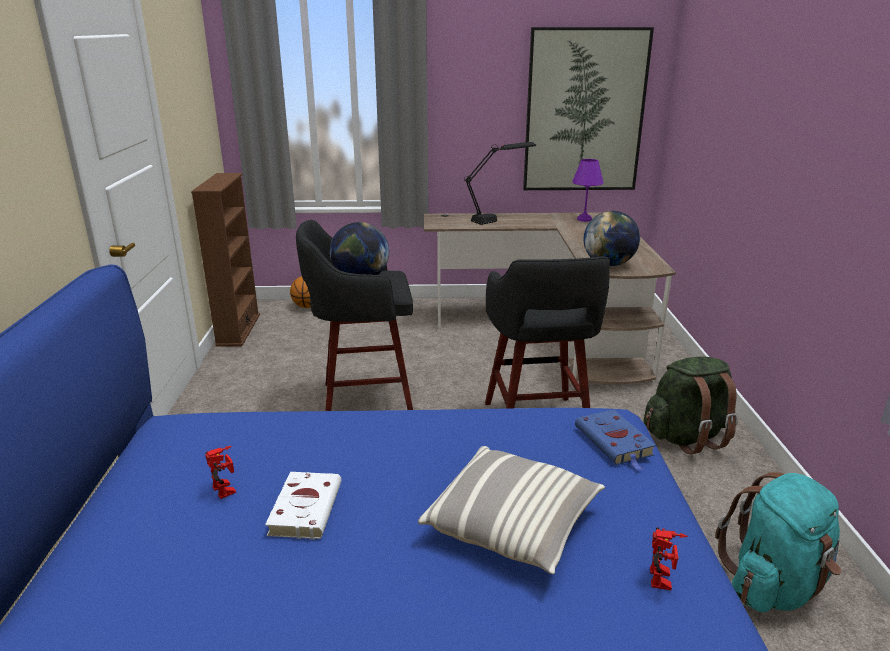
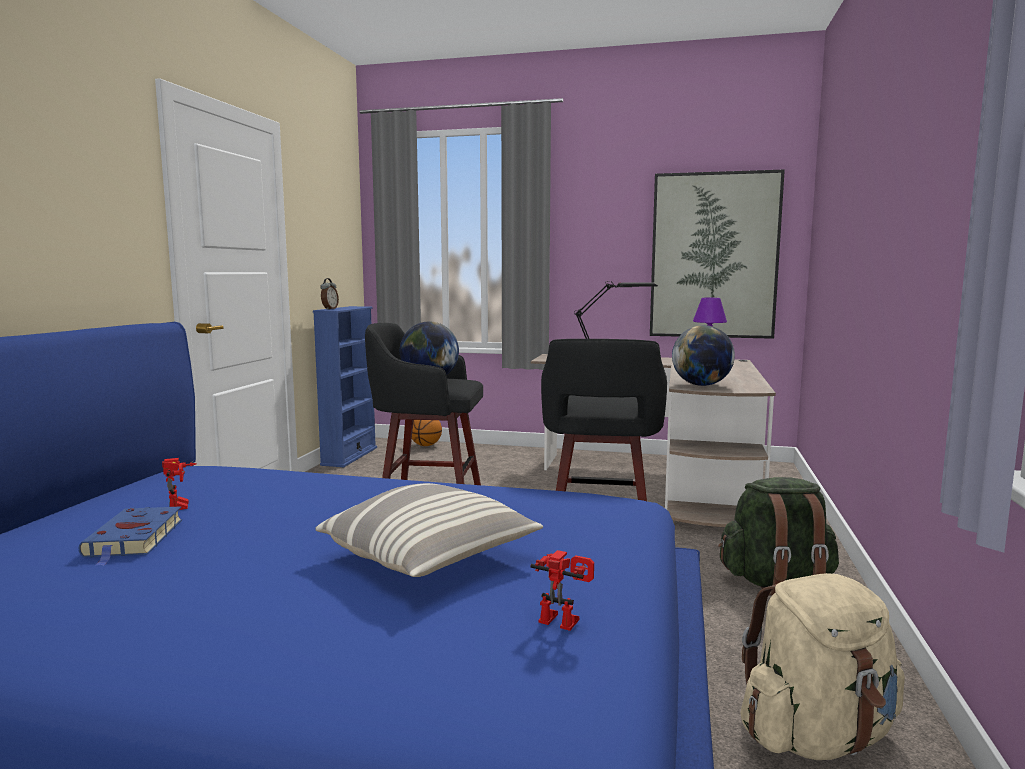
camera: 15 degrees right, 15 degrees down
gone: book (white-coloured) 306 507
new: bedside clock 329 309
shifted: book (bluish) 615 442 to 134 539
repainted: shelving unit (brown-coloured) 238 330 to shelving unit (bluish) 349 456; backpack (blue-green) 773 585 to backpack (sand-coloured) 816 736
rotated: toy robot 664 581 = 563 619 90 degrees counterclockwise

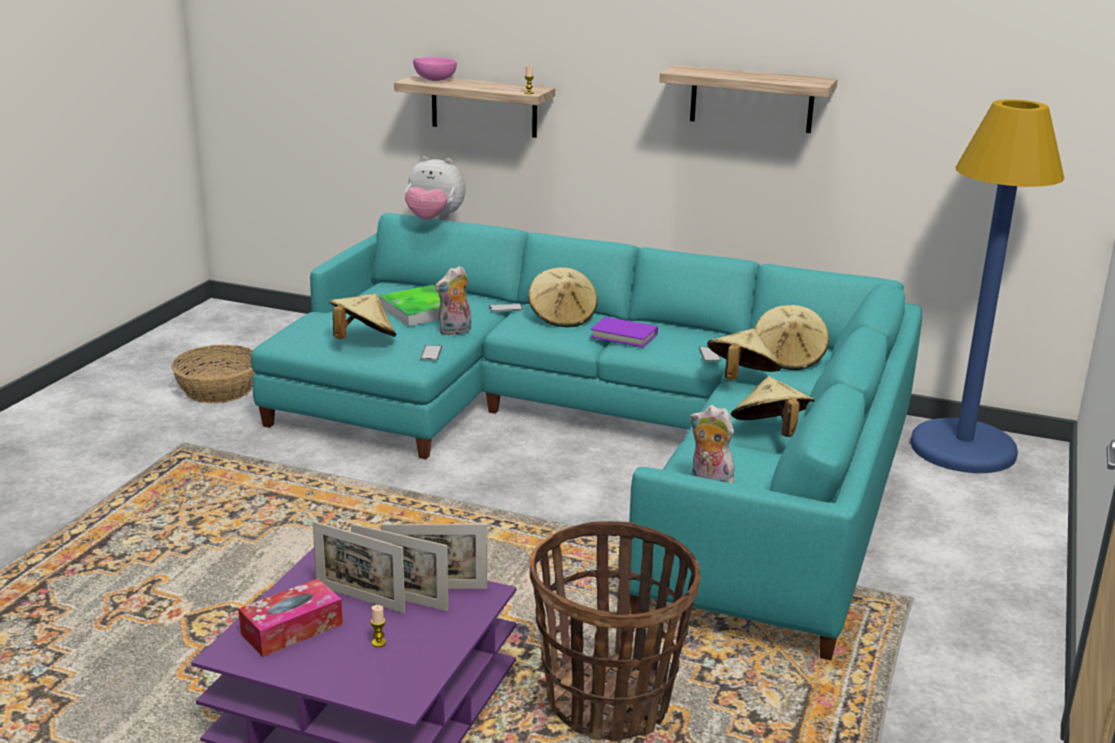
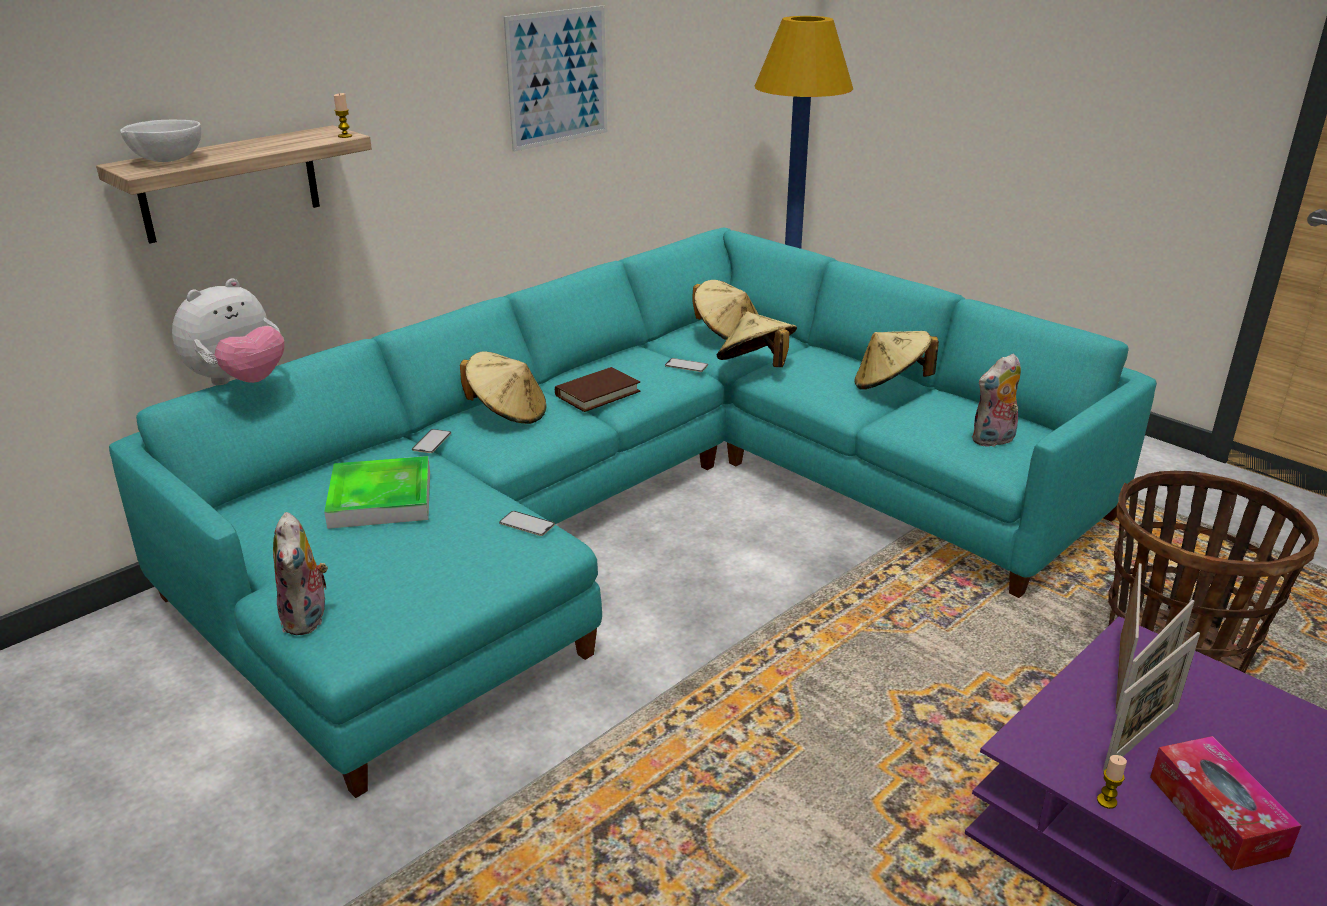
camera: 65 degrees left, 5 degrees up
gone: storage basket 219 389; clothing hat (sand-coloured) 363 340
shifted: cuddly toy 455 331 to 308 619; wax candle 378 643 to 1106 801
swapped: shelf 751 99 to wall art 558 77
repainted: serving bowl (pink-coloured) 434 80 to serving bowl (white-coloured) 165 161; book (purplish) 624 335 to book (brown-coloured) 597 393

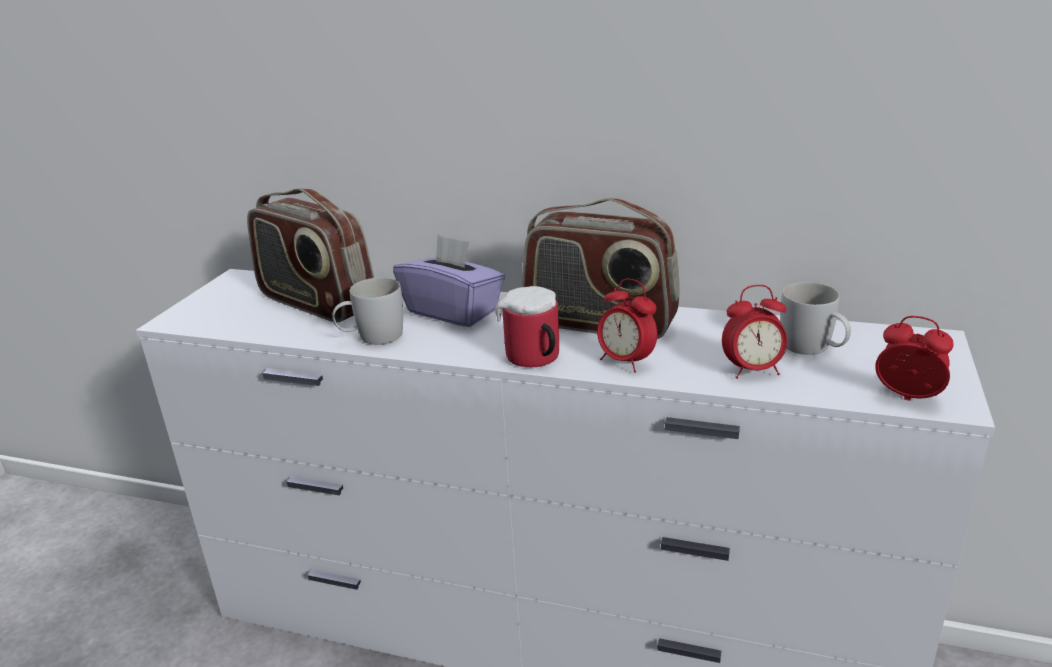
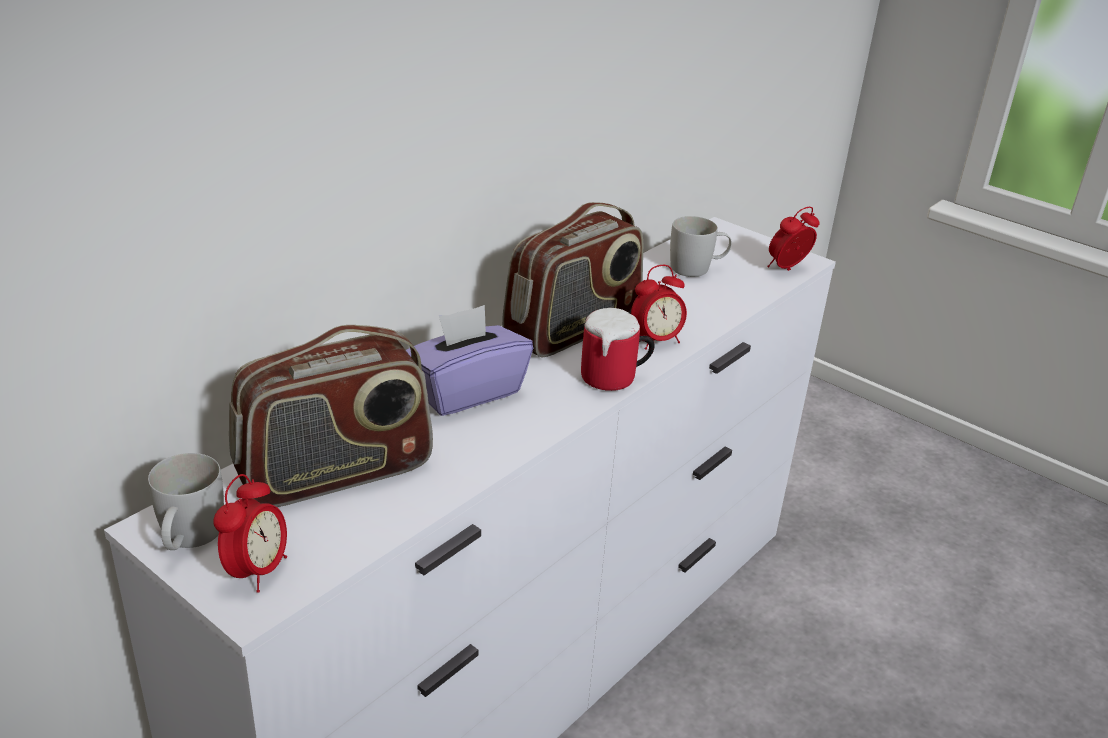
camera: 70 degrees left, 5 degrees up
shifted: tea mug (white-coloured) 372 337 to 188 539; bedside clock 753 371 to 257 571

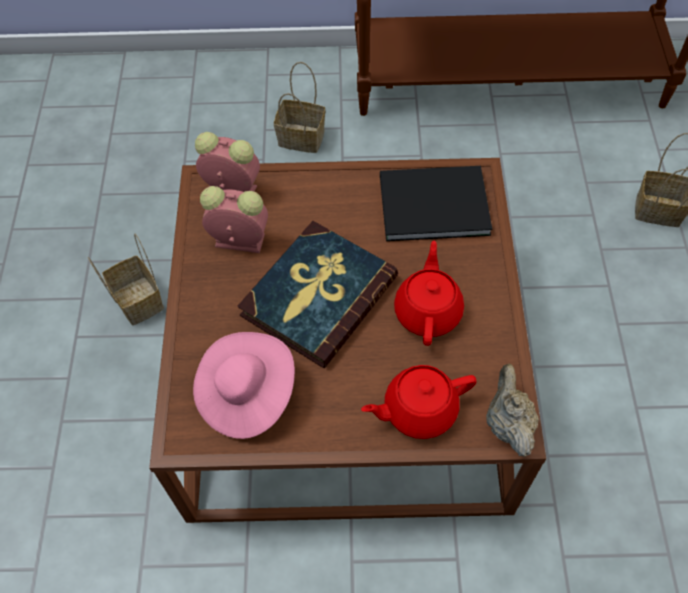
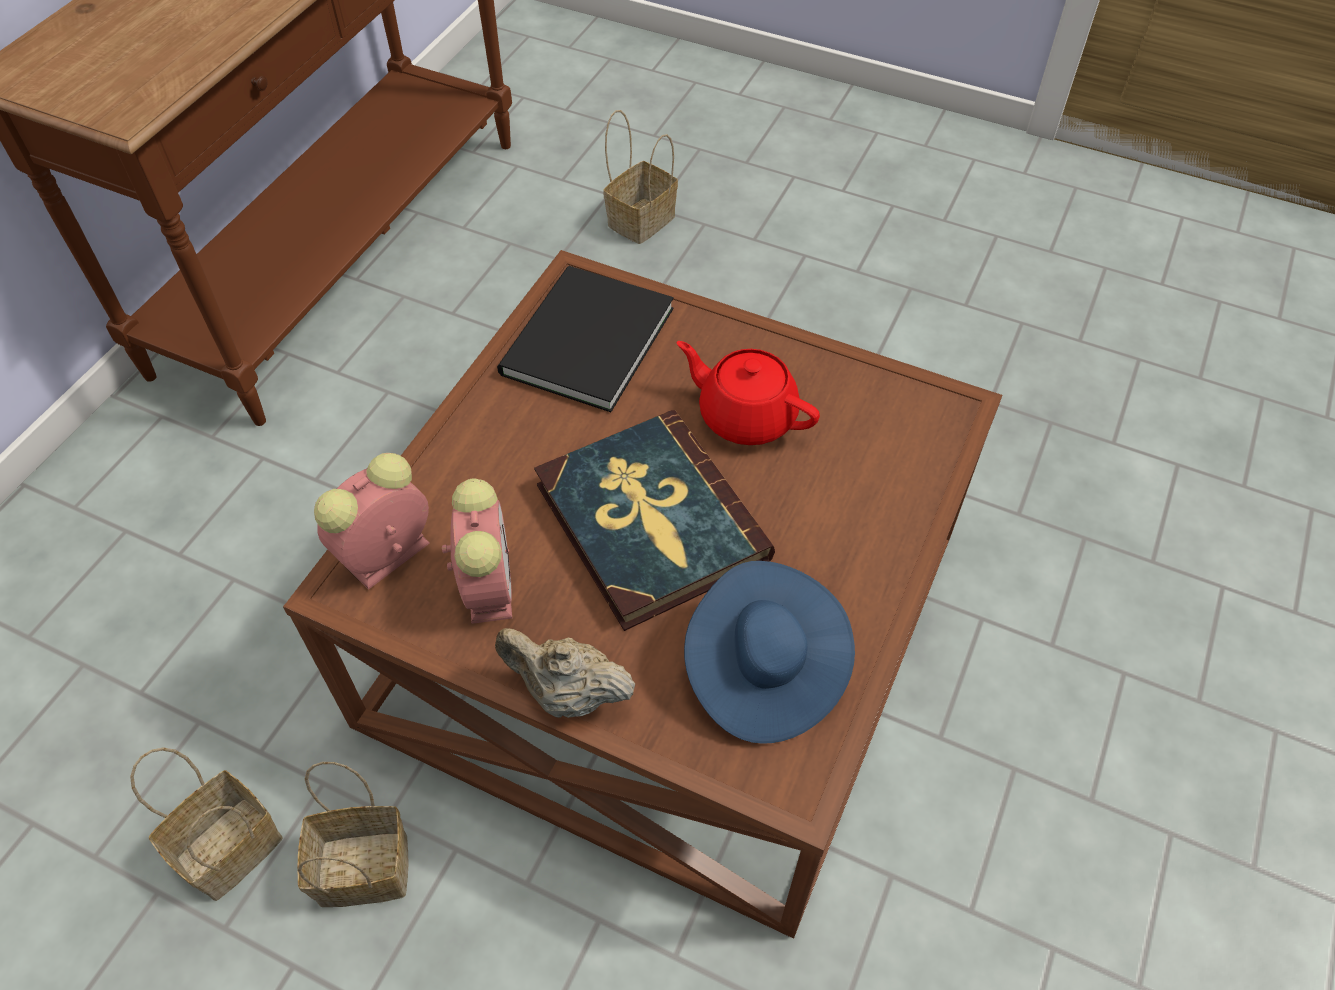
camera: 65 degrees left, 5 degrees down
gone: teapot (red) 418 409
shifted: storage basket 299 138 to 229 852; teapot (sand-coloured) 507 423 to 567 693
repainted: clothing hat (pink-coloured) 245 394 to clothing hat (bluish) 763 671
rotated: bedside clock 237 240 = 488 584 135 degrees clockwise

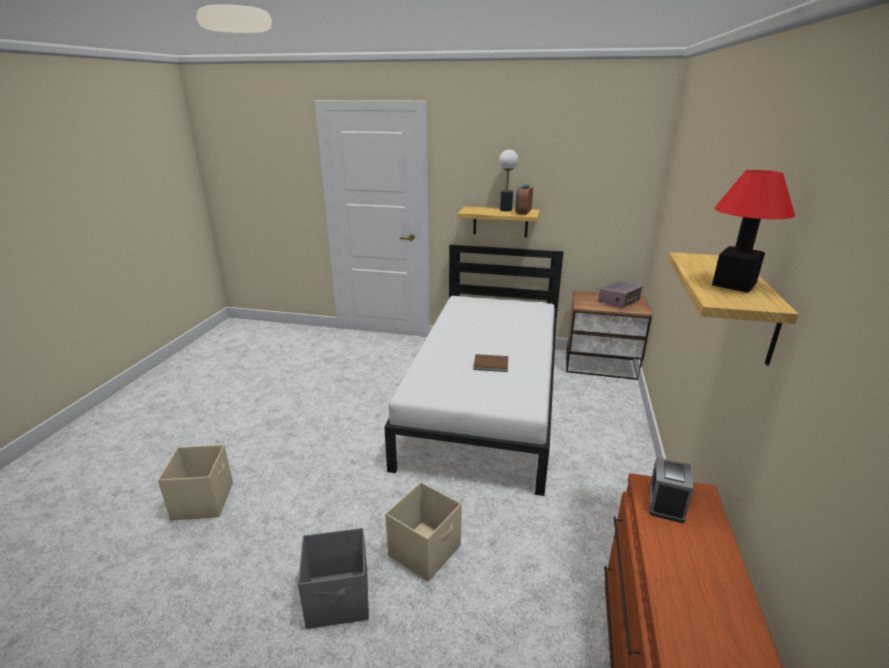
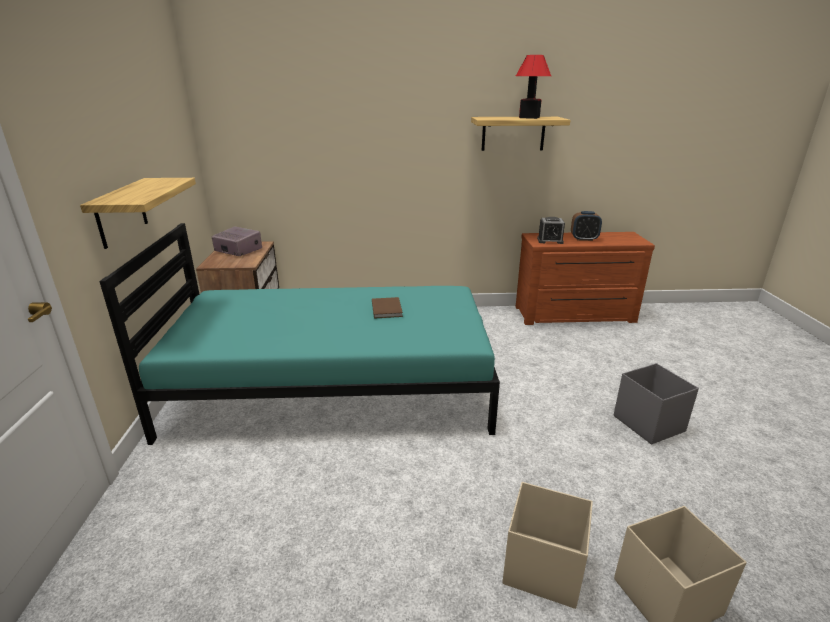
camera: 105 degrees left, 0 degrees up
gone: lamp for a table 506 210
shifted: storage bin (sand-coloured) 425 550 to 542 567; bedside clock 523 213 to 584 239
repainted: bed (white-coloured) 486 400 to bed (blue-green) 332 388

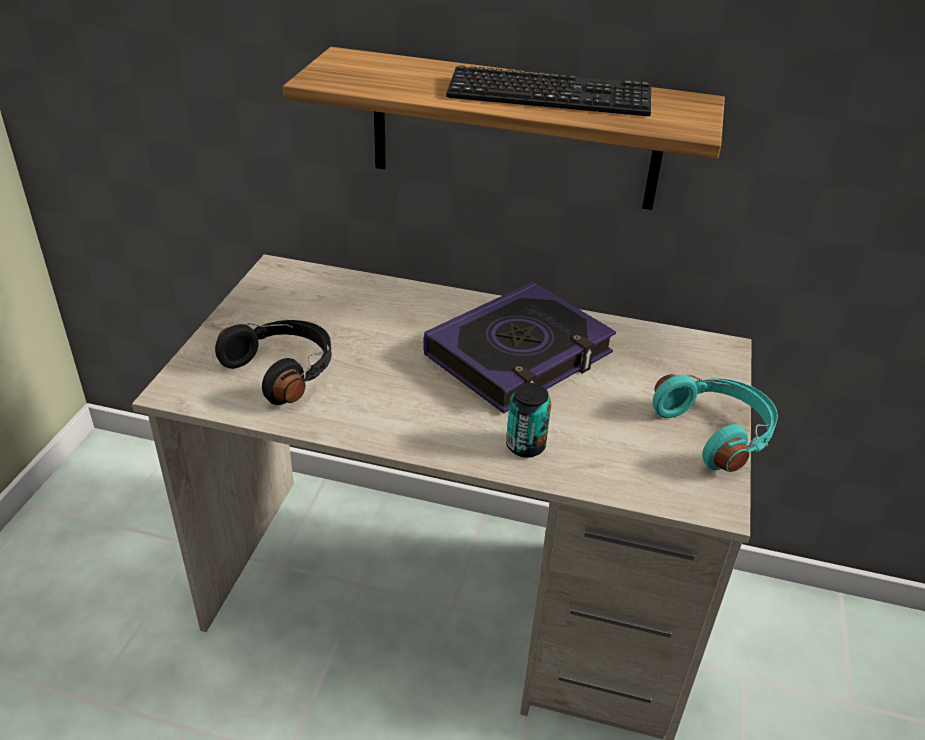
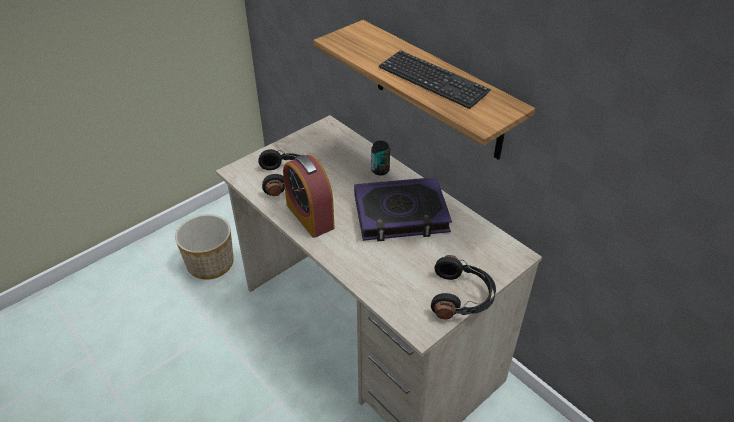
camera: 35 degrees right, 5 degrees up
new: flower pot 211 263; bedside clock 310 216
shifted: sealed can 525 446 to 380 170
repainted: headset (blue-green) 717 432 to headset (black-coloured) 462 297

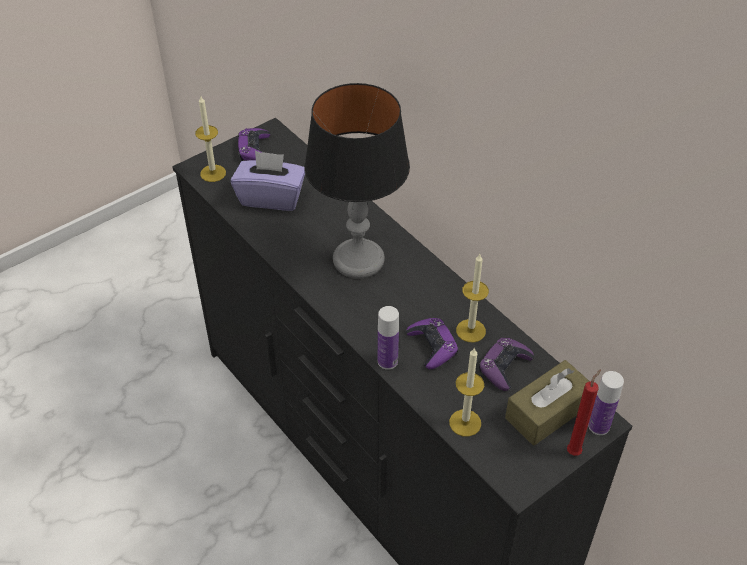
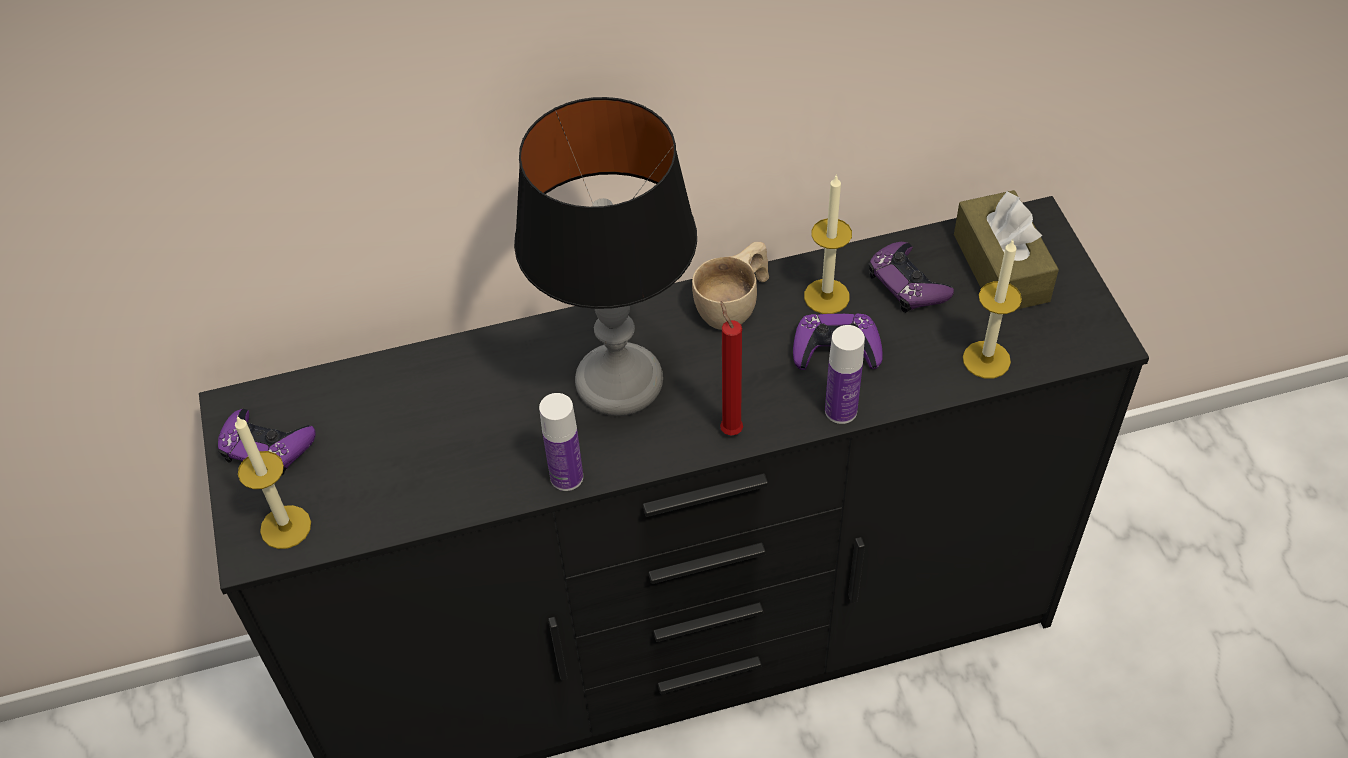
camera: 65 degrees left, 5 degrees up
gone: tissue holder (purplish) 271 197
new: drinking cup (sand-coloured) 735 305
shifted: beverage bottle 598 426 to 566 477; wax candle (red) 575 451 to 729 428

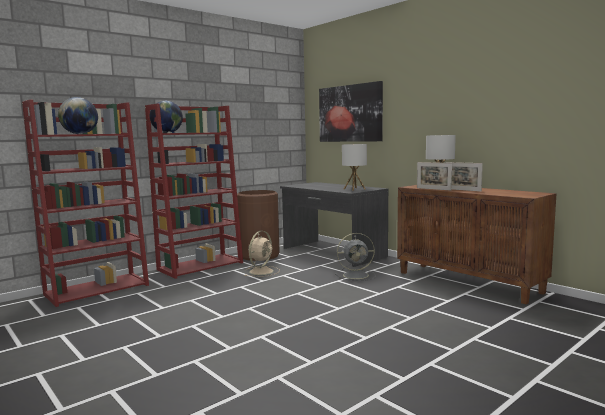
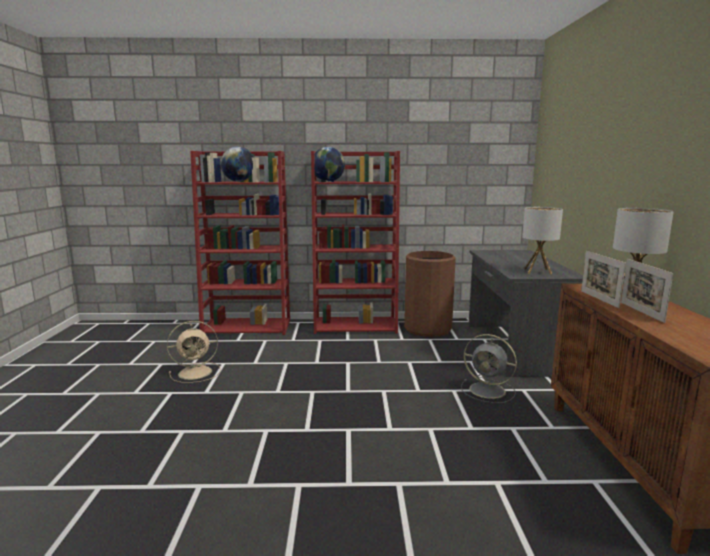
camera: 40 degrees right, 5 degrees up
gone: wall art 350 113
shifted: electric fan (sand-coloured) 262 271 to 197 372

